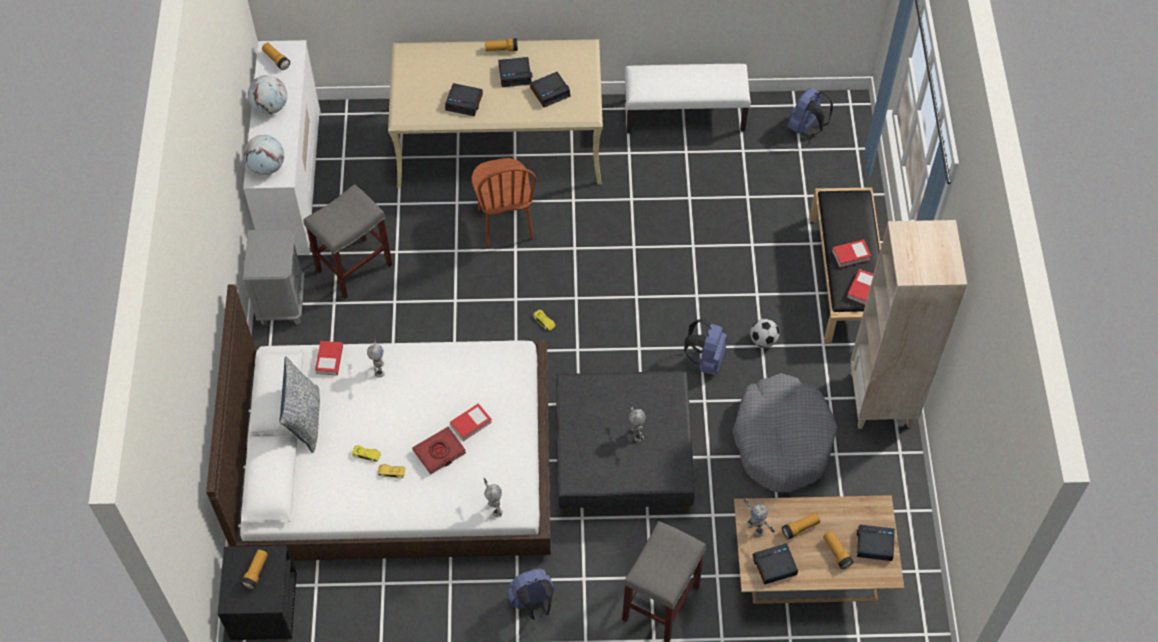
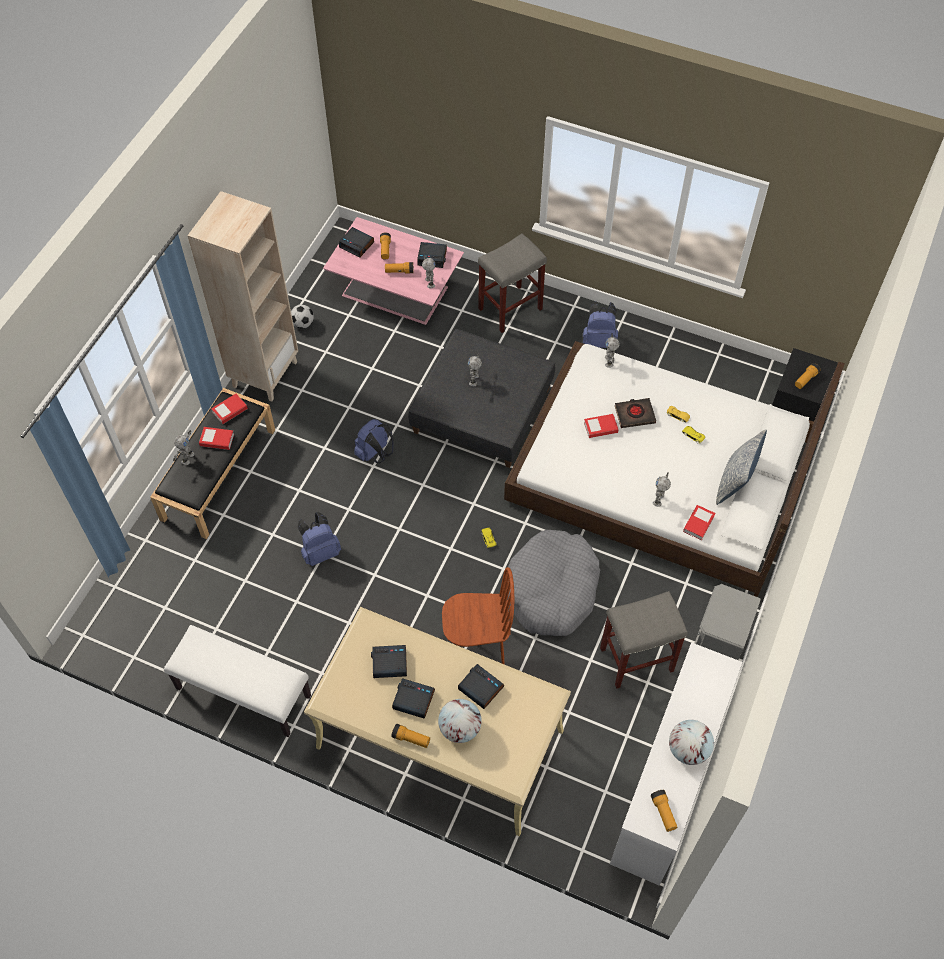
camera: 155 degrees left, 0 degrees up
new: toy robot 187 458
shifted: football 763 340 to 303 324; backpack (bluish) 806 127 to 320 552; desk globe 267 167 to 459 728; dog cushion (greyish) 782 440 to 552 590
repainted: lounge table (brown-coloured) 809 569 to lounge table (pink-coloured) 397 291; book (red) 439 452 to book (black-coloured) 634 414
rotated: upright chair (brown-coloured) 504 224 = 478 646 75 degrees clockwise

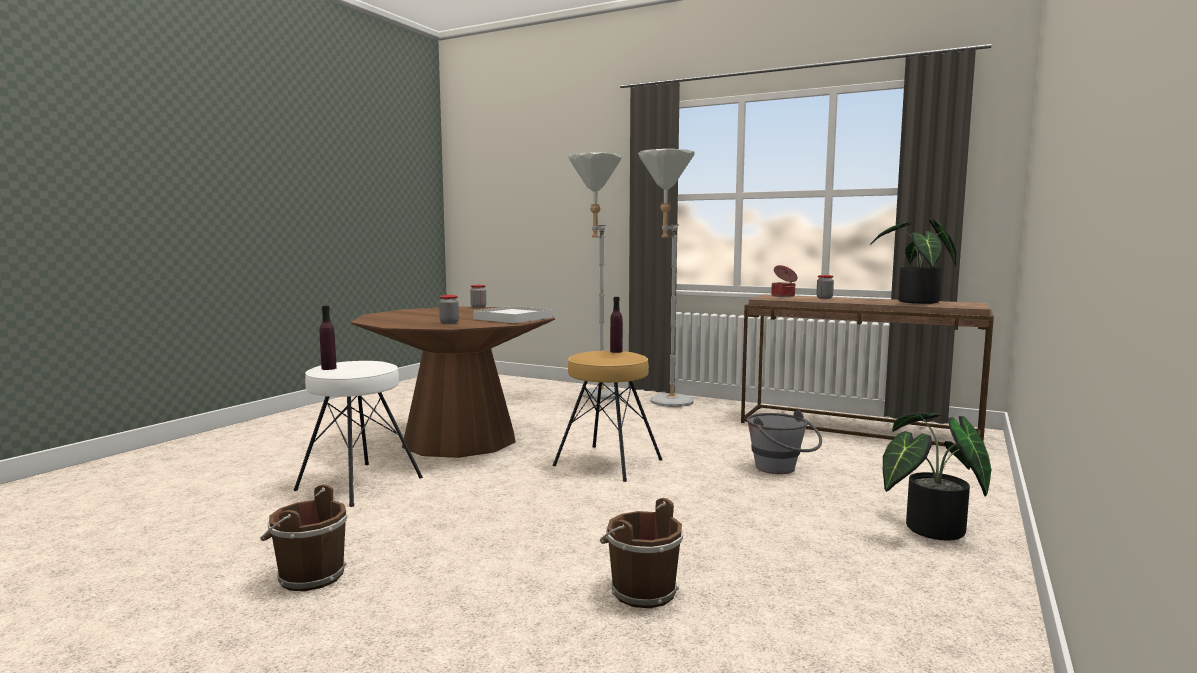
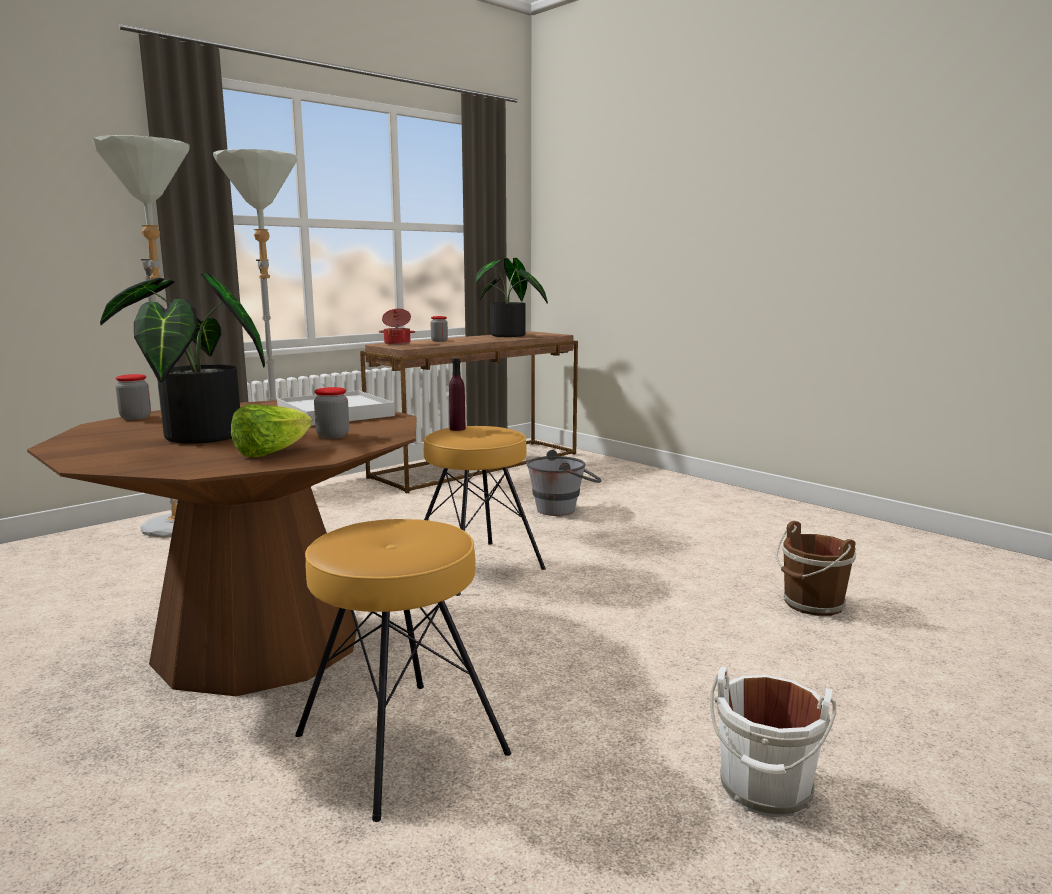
camera: 70 degrees left, 5 degrees up
gone: beverage bottle (purplish) 329 368
new: lettuce 271 453
shifted: plant in a pot 927 529 to 195 438
repainted: stool seat (white-coloured) 359 483 to stool seat (brown-coloured) 400 745; water bucket (brown-coloured) 308 576 to water bucket (white-coloured) 765 791

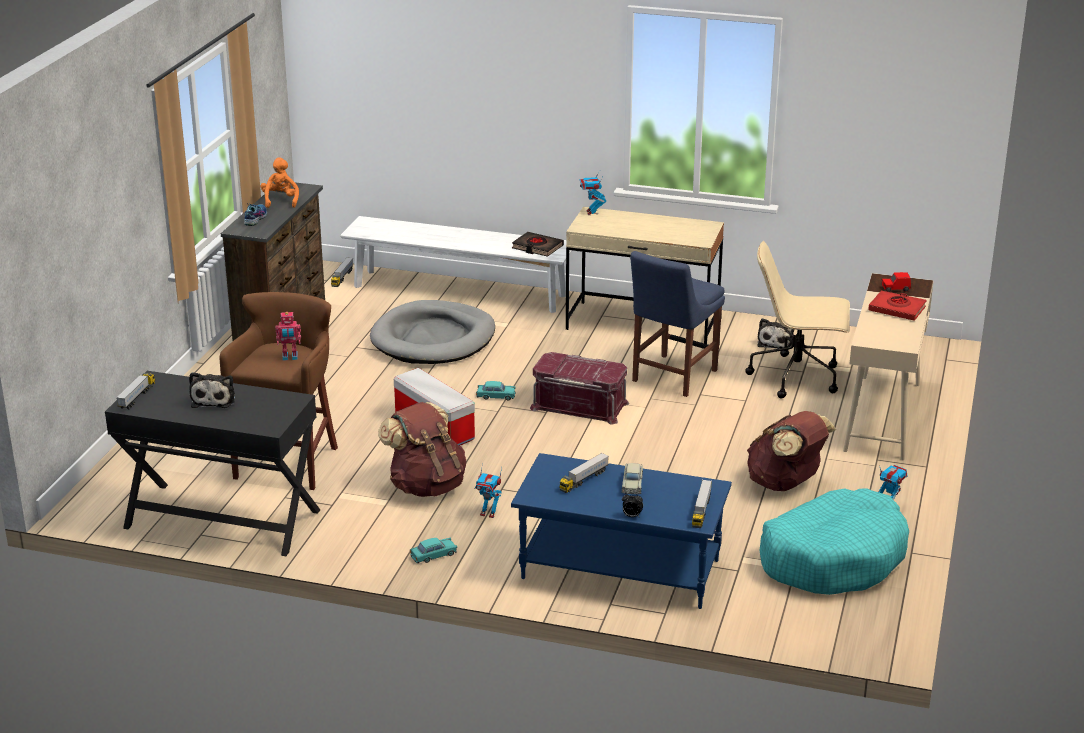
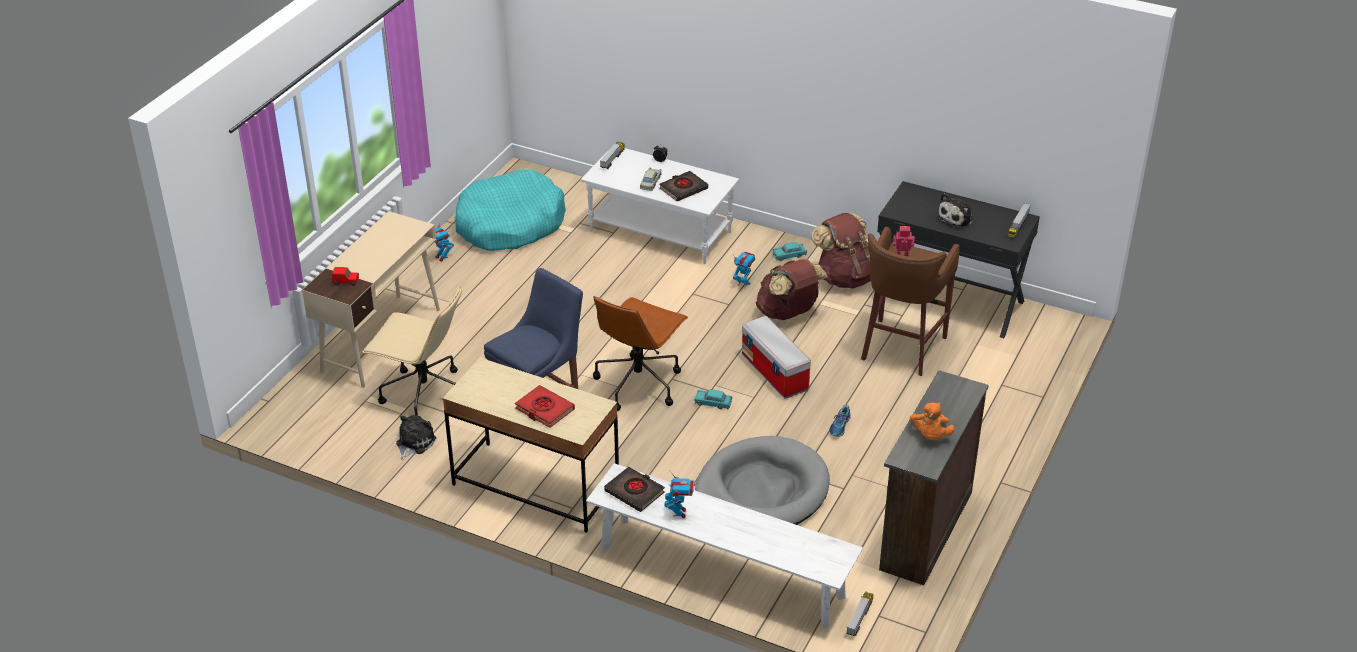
camera: 170 degrees left, 10 degrees up
shifted: book (red) 897 309 to 544 409; toy robot 592 212 to 679 513; backpack (brown-coloured) 785 484 to 844 277; item of footwear 255 218 to 840 426
swapped: storage bin (red) 580 405 to computer chair (brown-coloured) 638 383; toy lorry 583 480 to book (black-coloured) 683 189
repainted: lounge table (bluish) 621 568 to lounge table (white-coloured) 659 232
rotated: cuddly toy 214 399 = 956 218 150 degrees counterclockwise

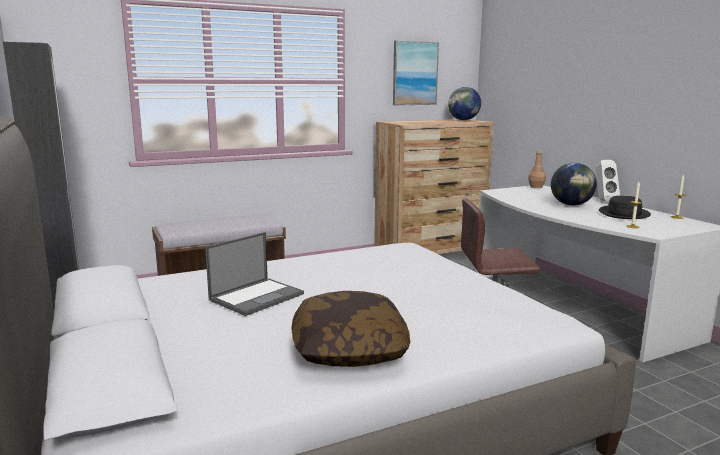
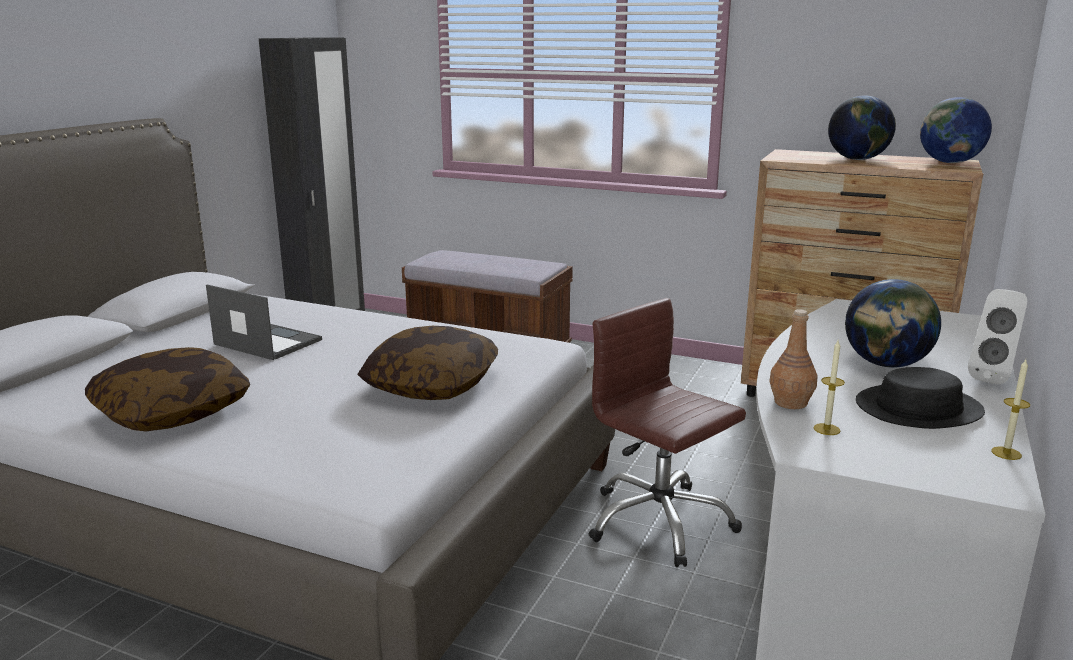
camera: 50 degrees right, 5 degrees up
gone: wall art 414 73
new: throw pillow 431 384; desk globe 857 159
shifted: beverage bottle (brown-coloured) 536 187 to 790 403
rotated: laptop 257 296 = 266 342 150 degrees counterclockwise

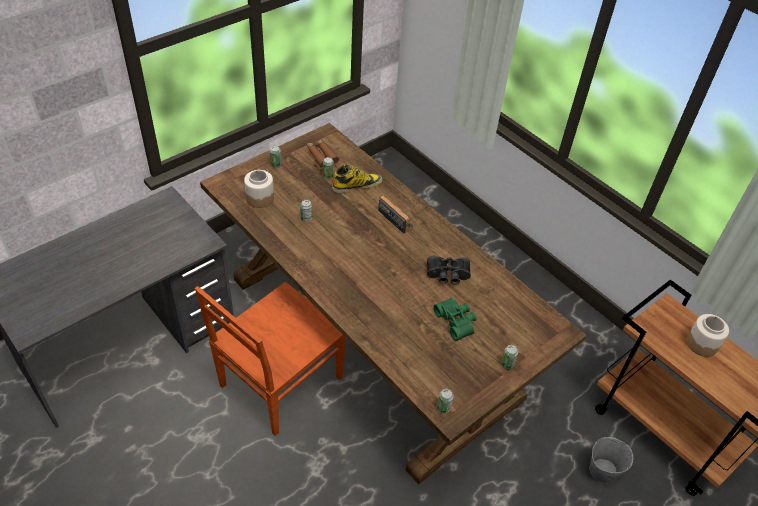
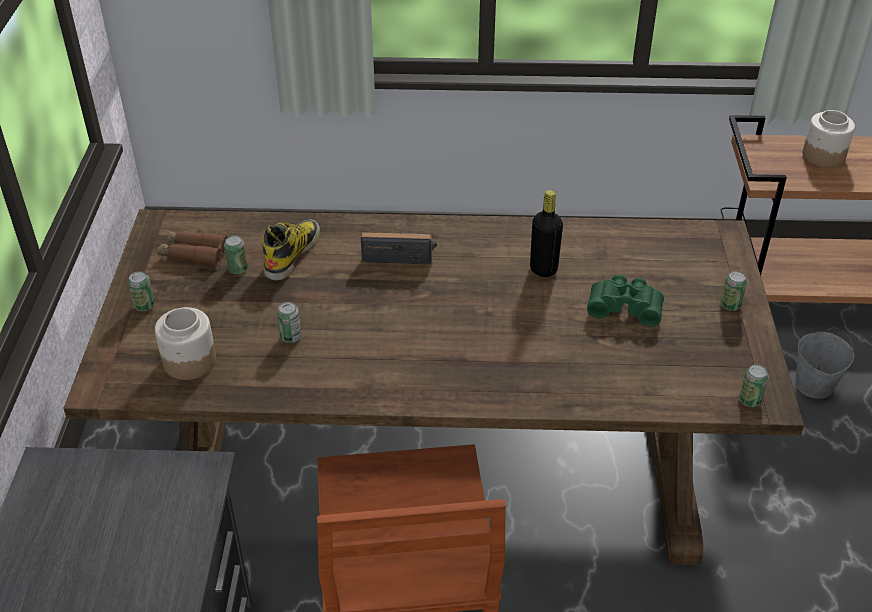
camera: 45 degrees left, 5 degrees down
swapped: binoculars (black-coloured) 448 275 to beverage bottle (black-coloured) 543 269

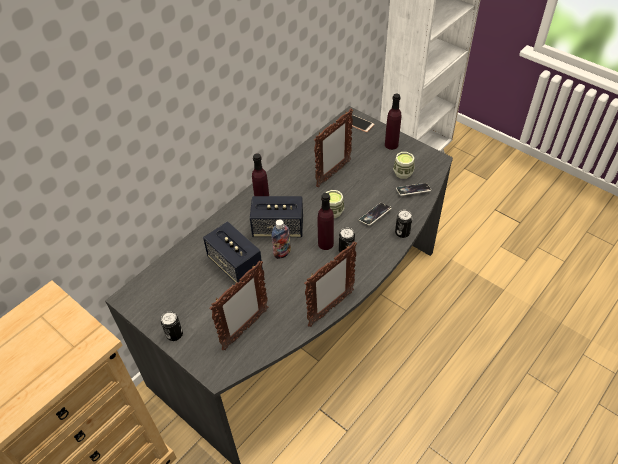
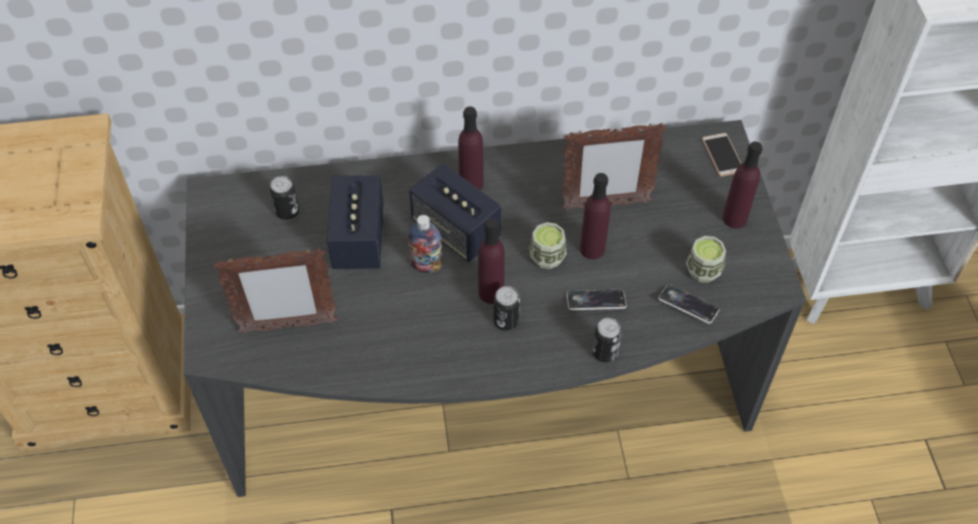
camera: 40 degrees right, 5 degrees up
gone: picture frame 330 309
new: beverage bottle (purplish) 592 249
shifted: sealed can 174 334 to 287 212

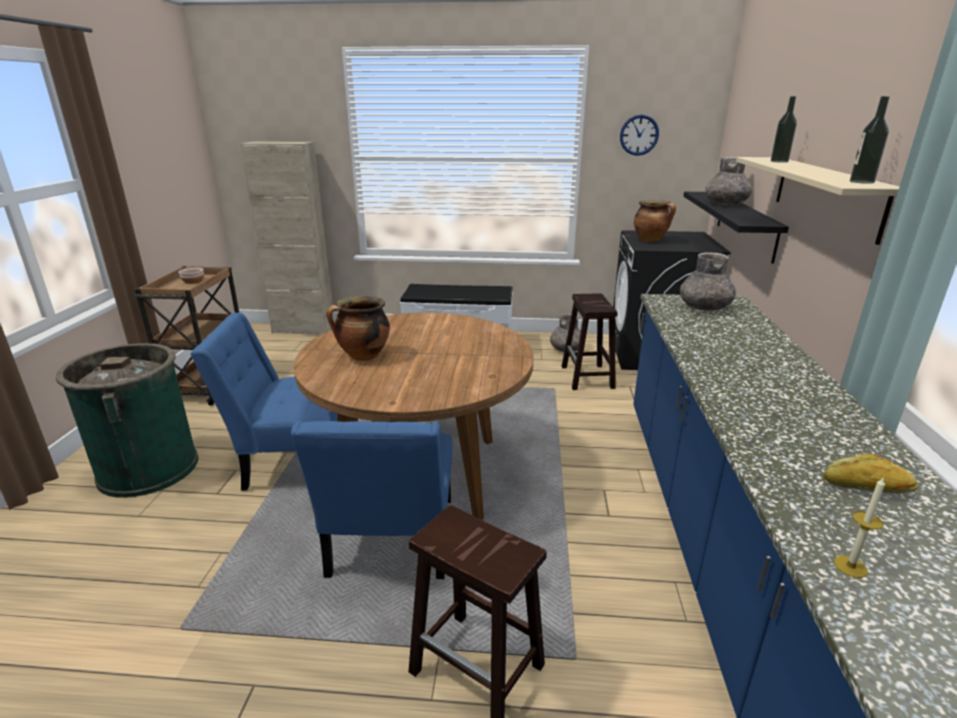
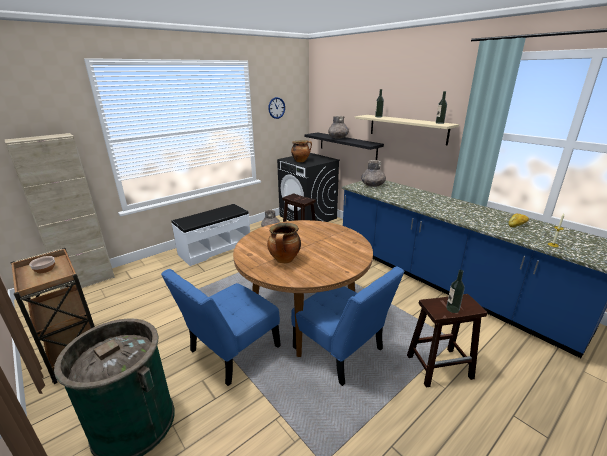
camera: 45 degrees left, 0 degrees up
new: beverage bottle 452 309

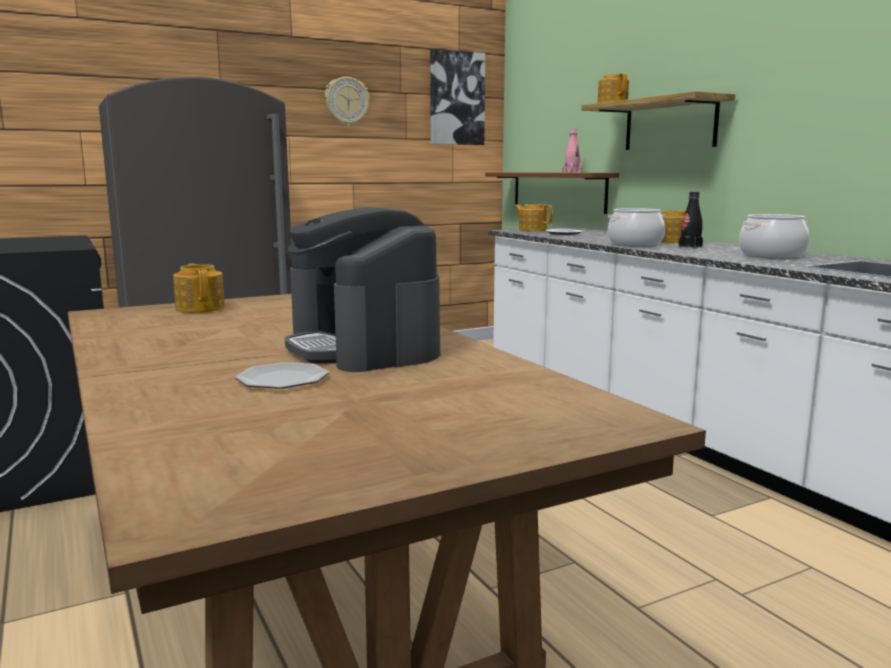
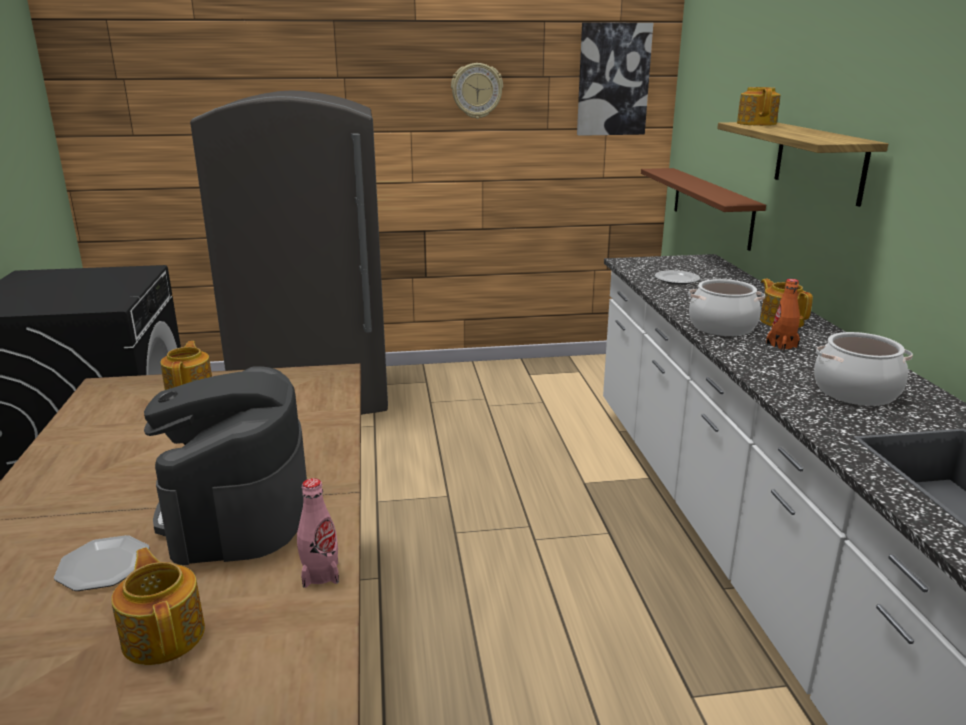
camera: 20 degrees right, 10 degrees up
shifted: teapot 532 230 to 164 634; beverage bottle (pink-coloured) 572 172 to 320 574
repainted: beverage bottle (black-coloured) 690 247 to beverage bottle (orange-coloured) 781 345

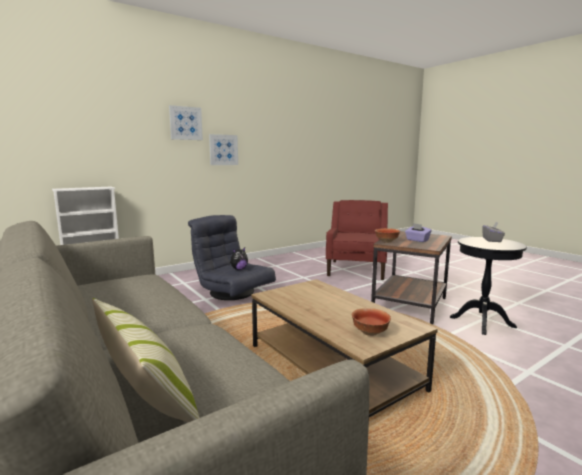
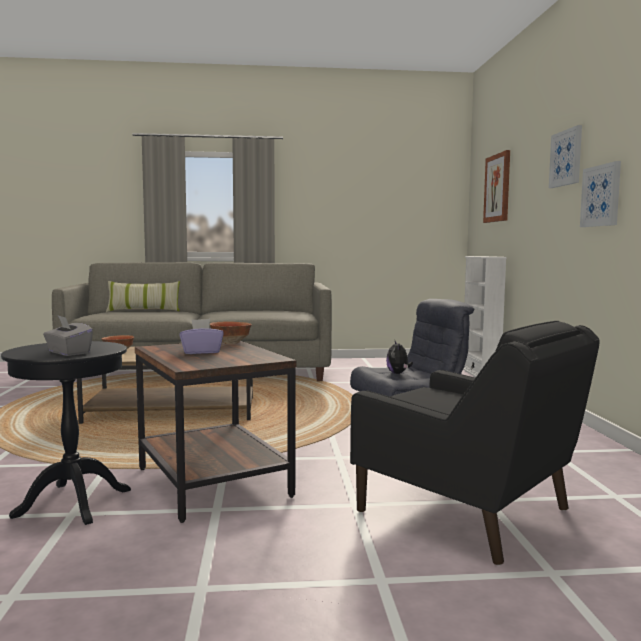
camera: 120 degrees right, 5 degrees down
new: wall art 497 188
repainted: lounge chair (red) 357 269 to lounge chair (black-coloured) 466 512

